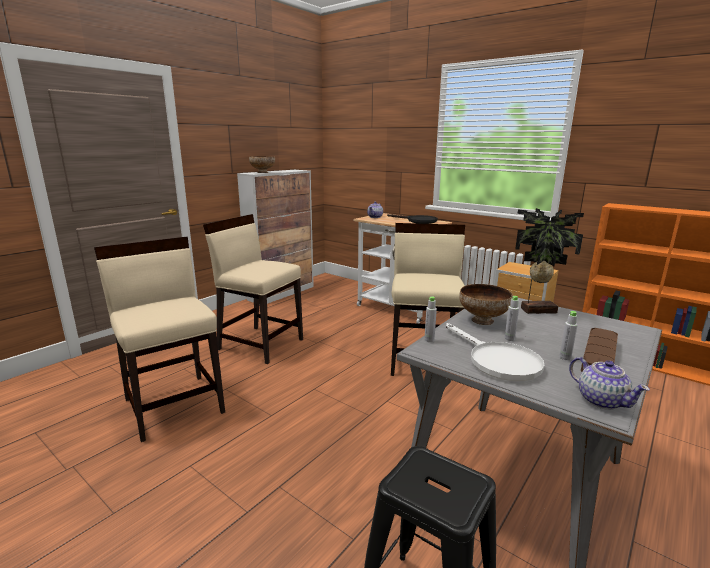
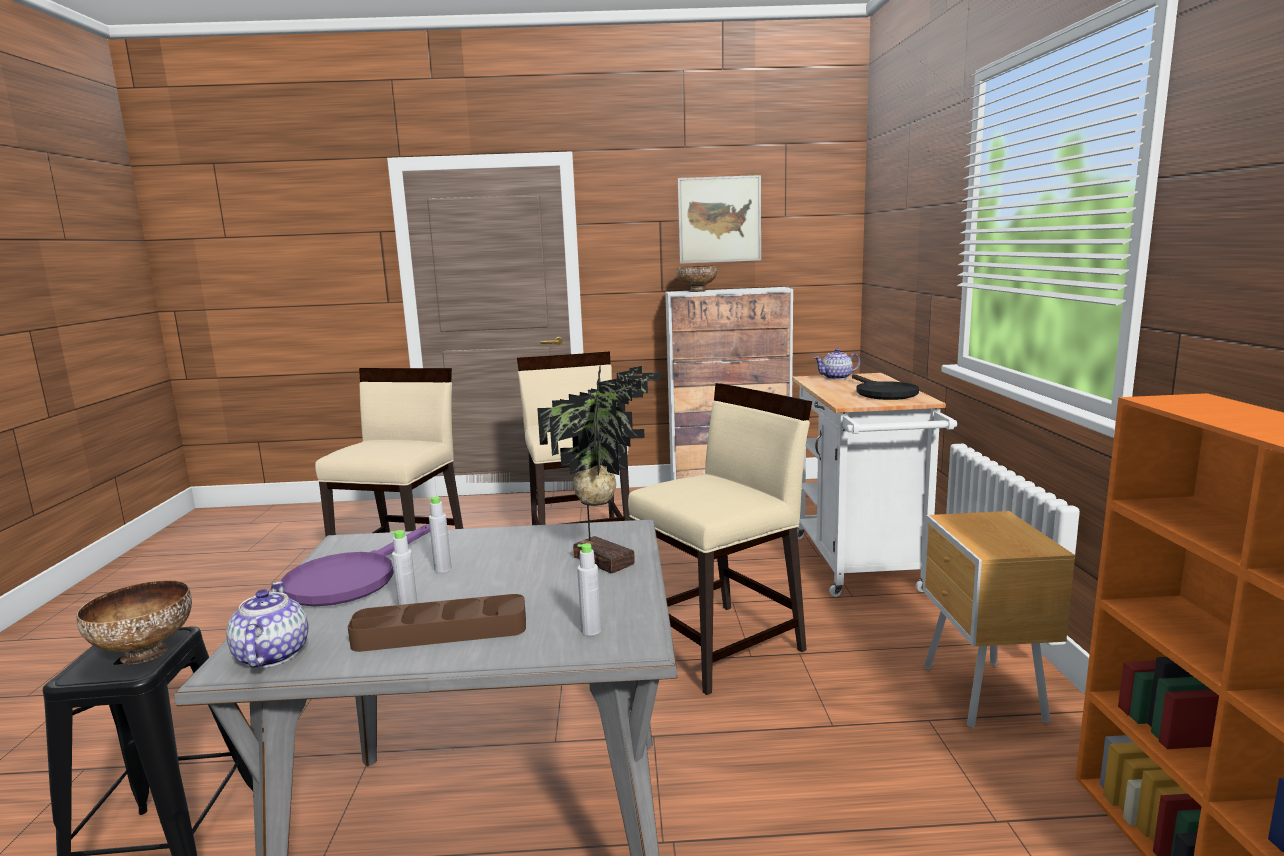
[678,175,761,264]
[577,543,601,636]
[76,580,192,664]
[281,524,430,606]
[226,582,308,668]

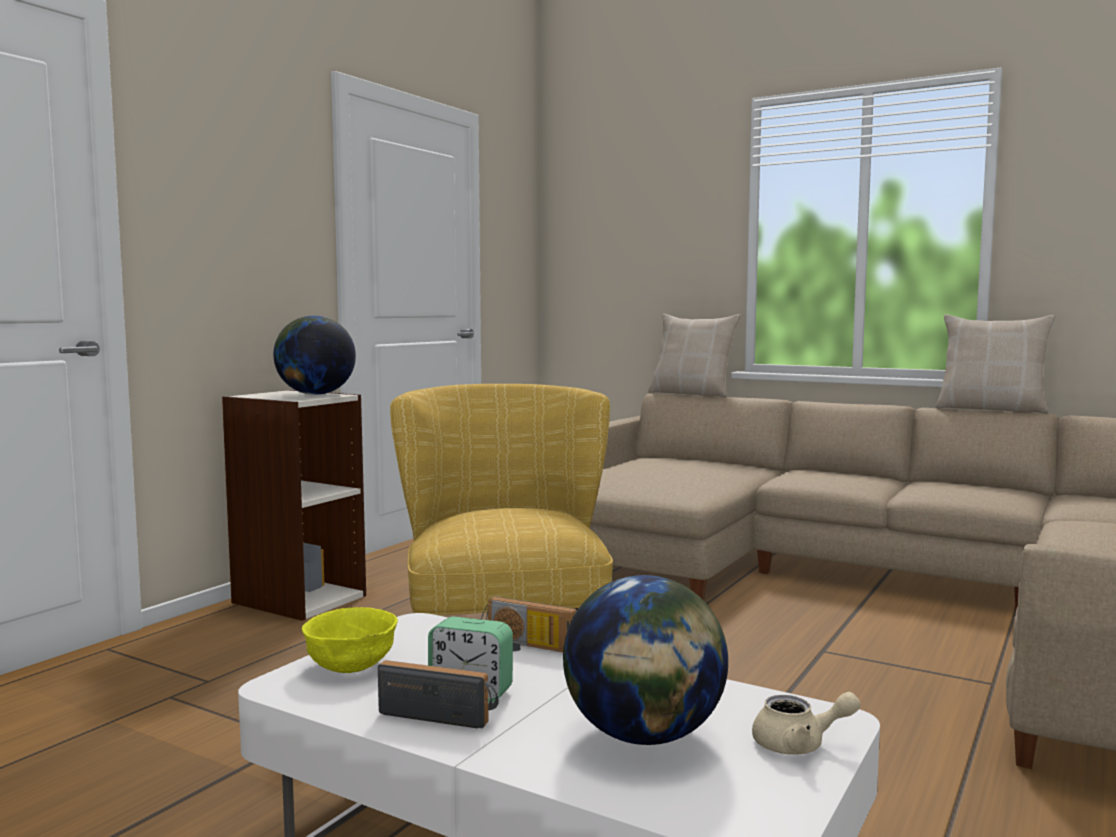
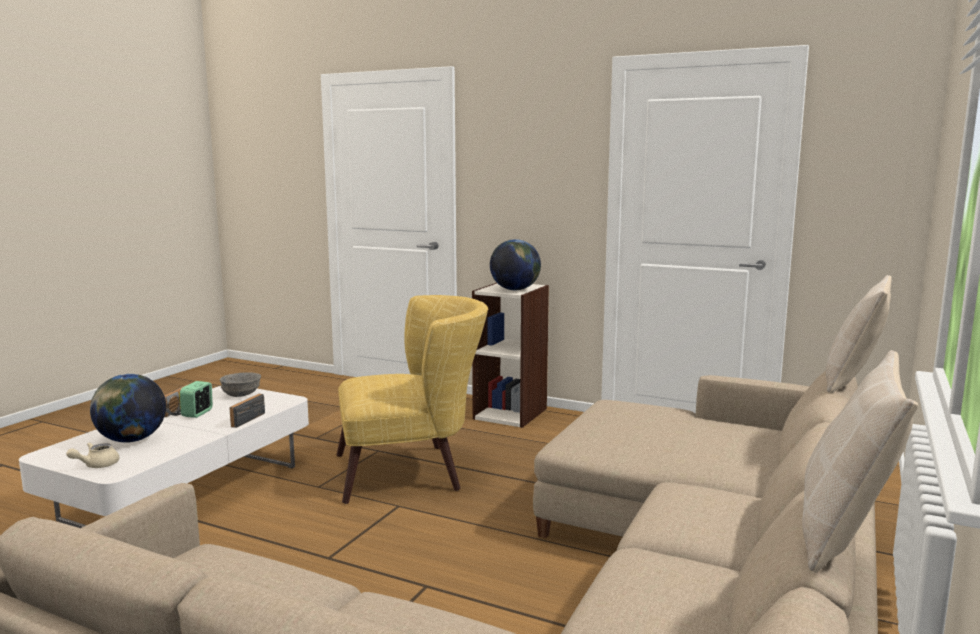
[220,372,261,397]
[66,442,119,468]

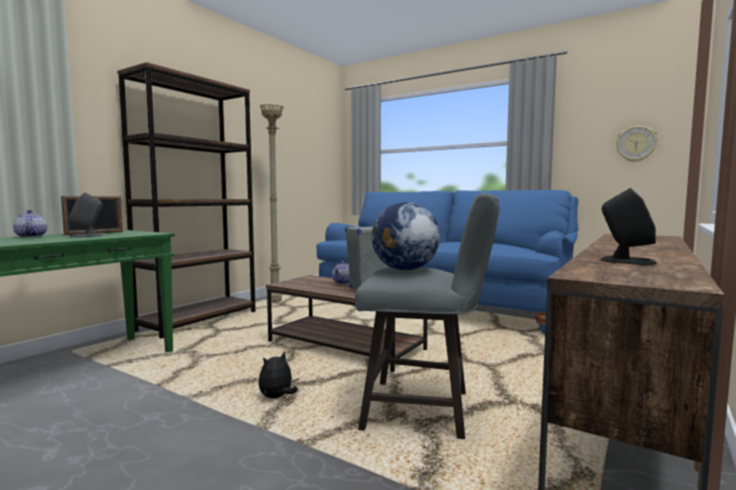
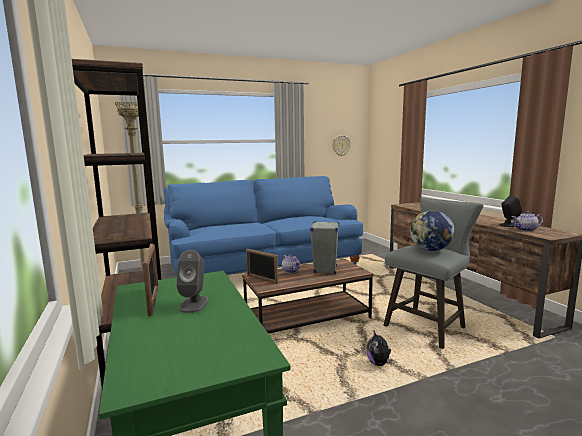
[246,249,278,284]
[511,211,544,231]

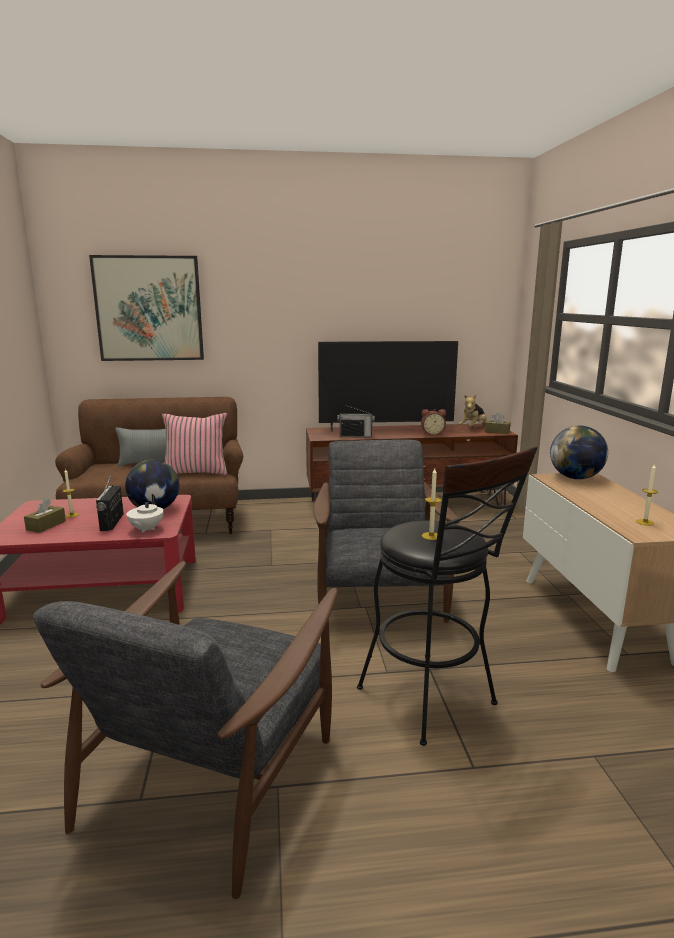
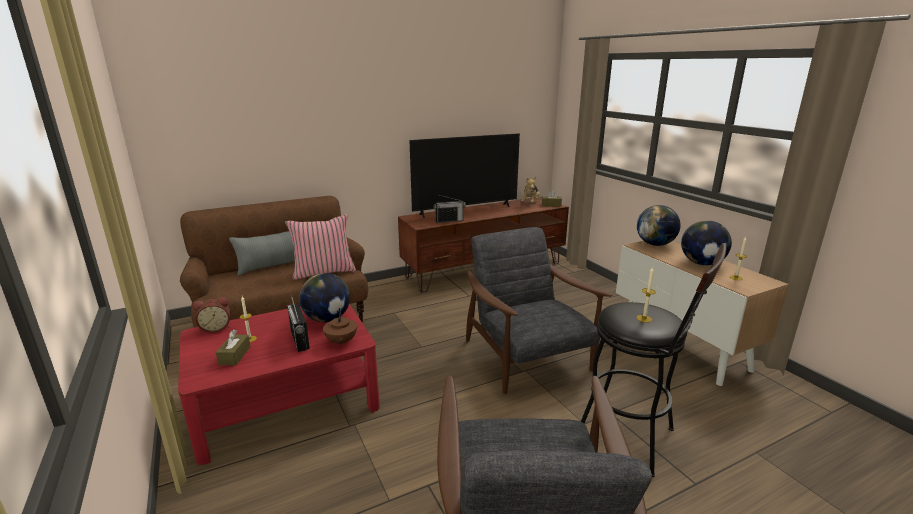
[89,255,204,361] (first image)
[681,220,732,265]
[193,297,230,333]
[323,308,357,347]

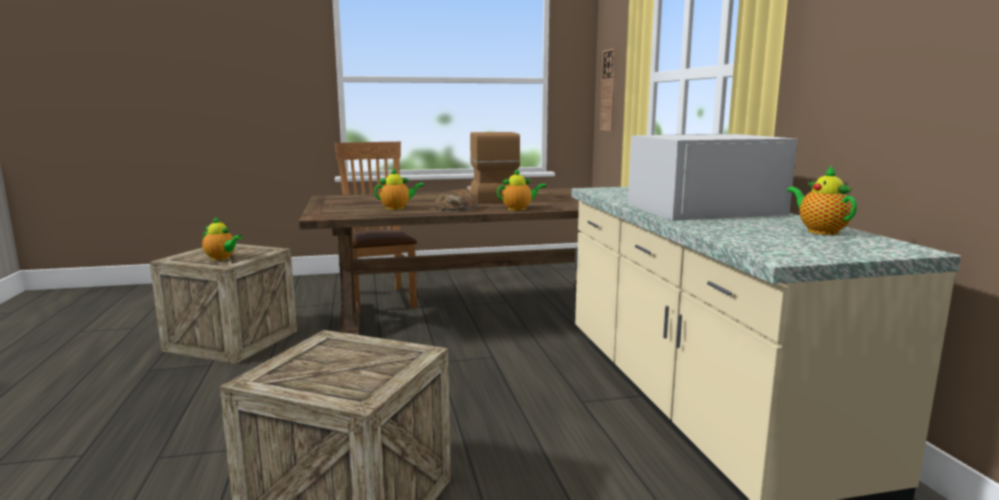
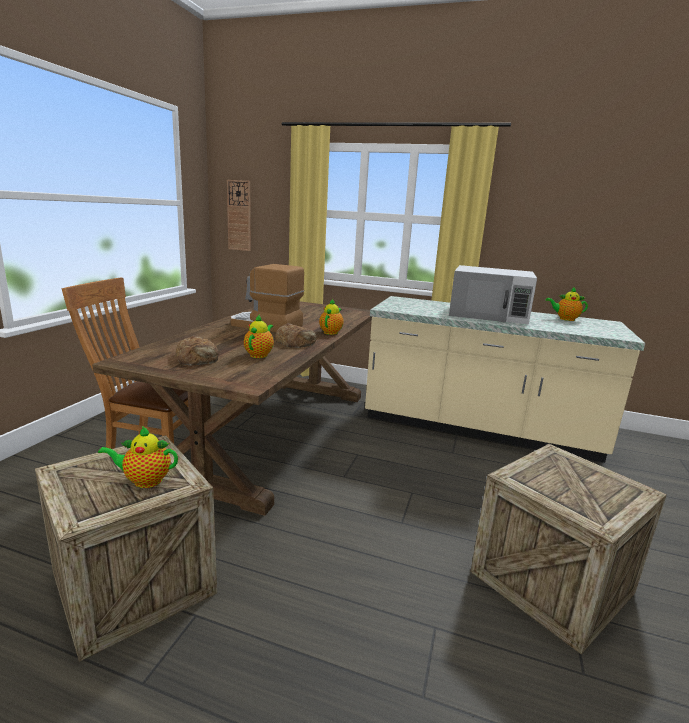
[176,335,219,366]
[98,426,178,488]
[449,265,537,324]

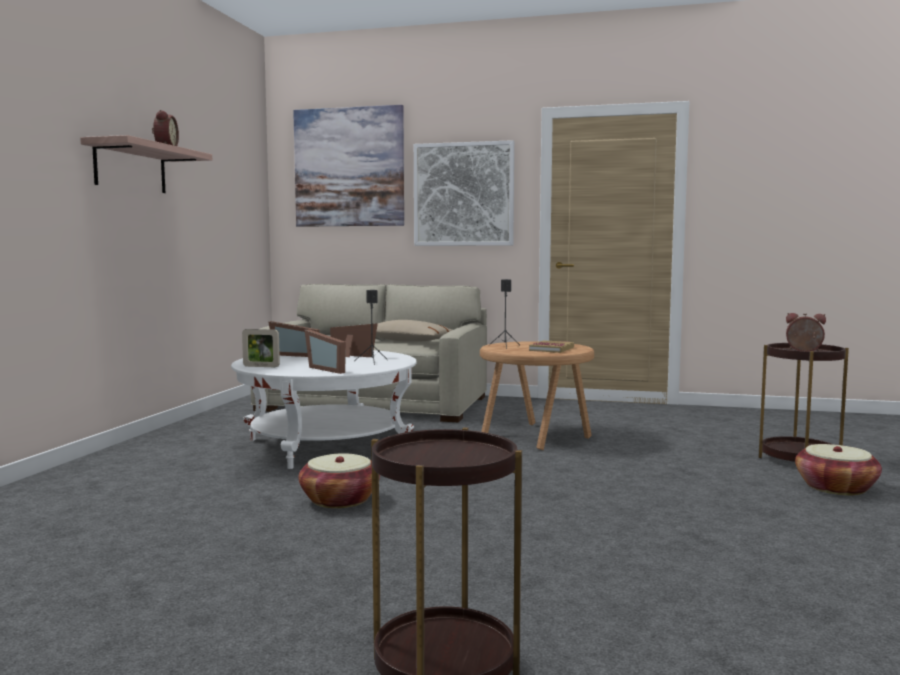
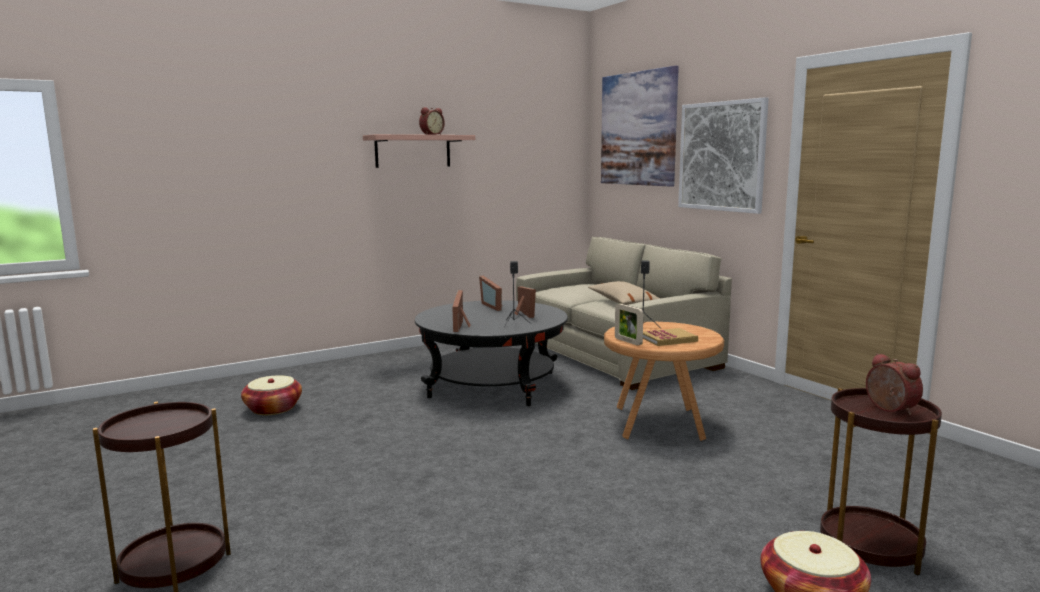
[615,304,643,345]
[241,375,302,415]
[415,300,568,406]

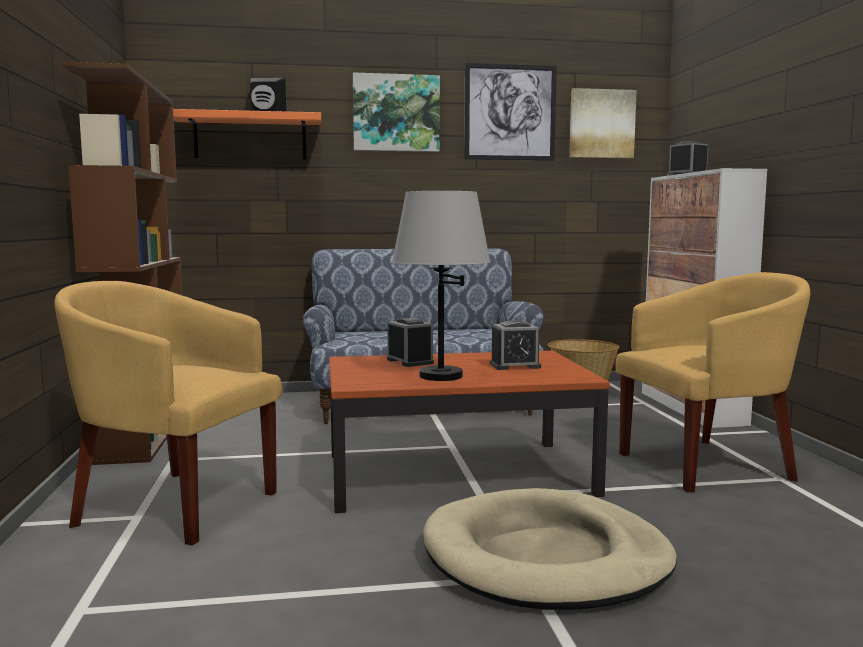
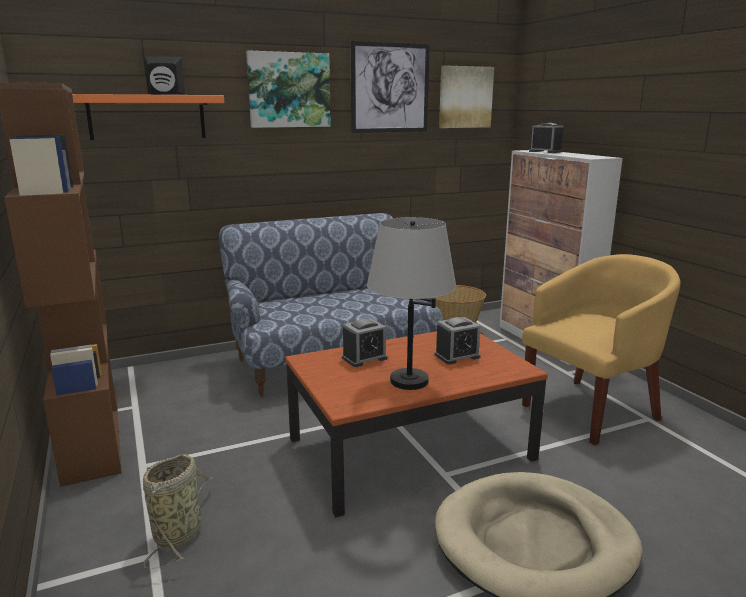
[143,454,214,569]
[342,318,388,367]

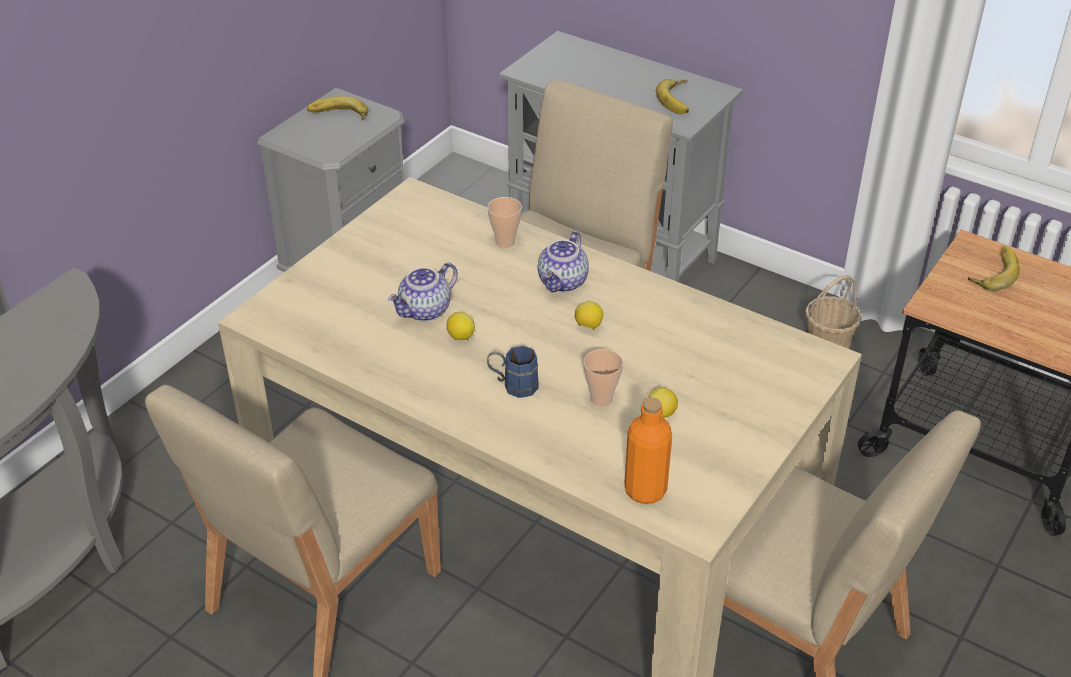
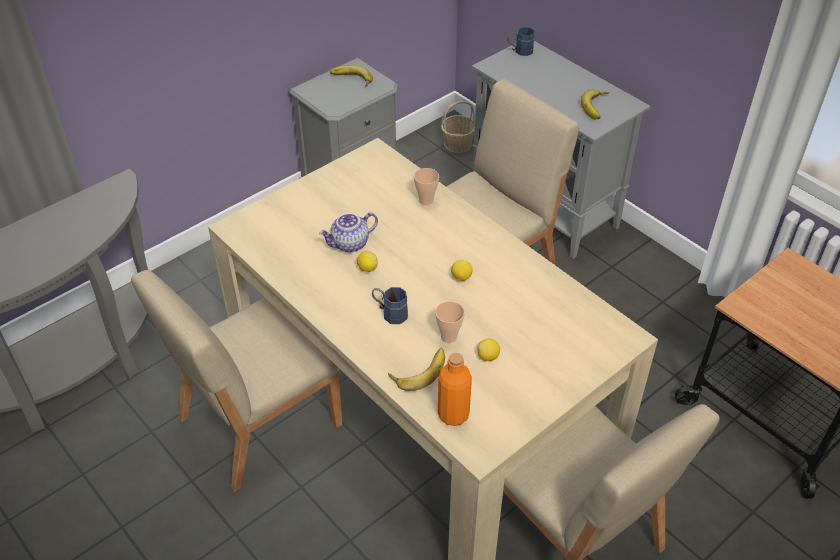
[538,231,589,292] (first image)
[508,27,534,56]
[441,101,475,153]
[388,348,445,391]

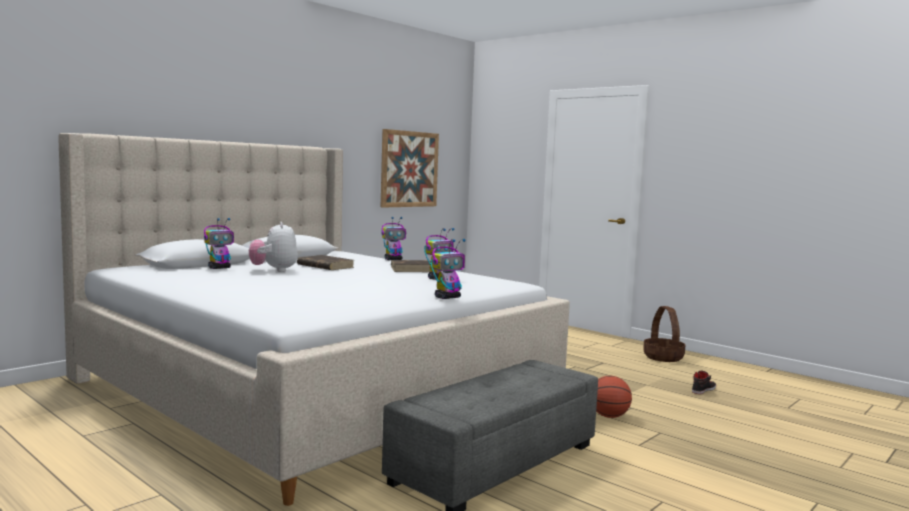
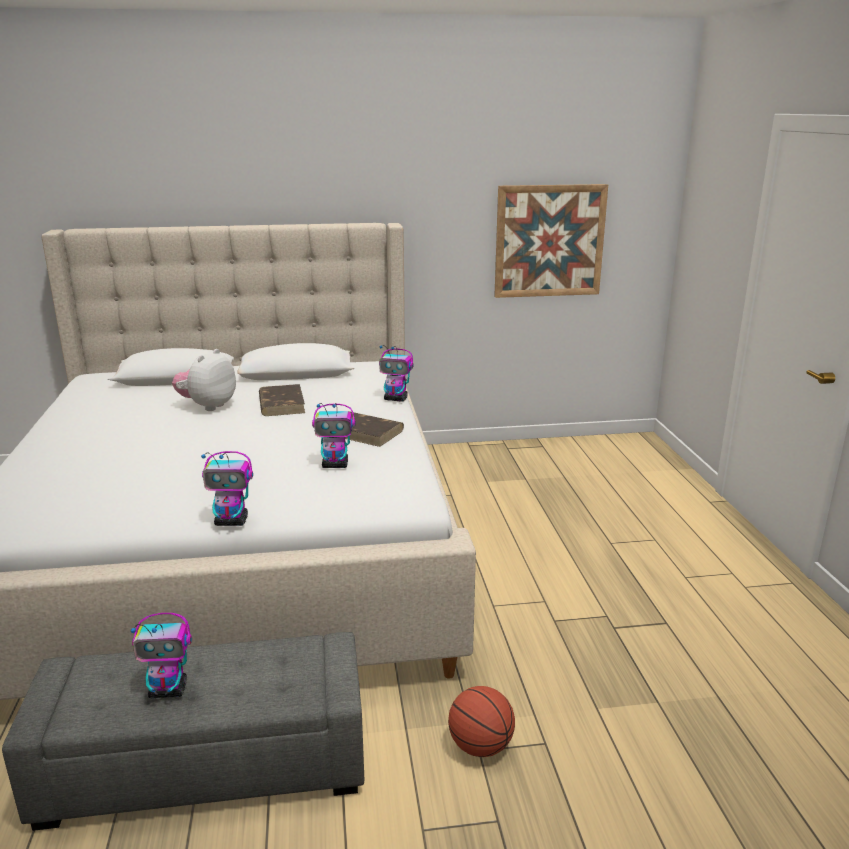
[643,306,685,362] (first image)
[692,370,716,394] (first image)
[131,613,192,698]

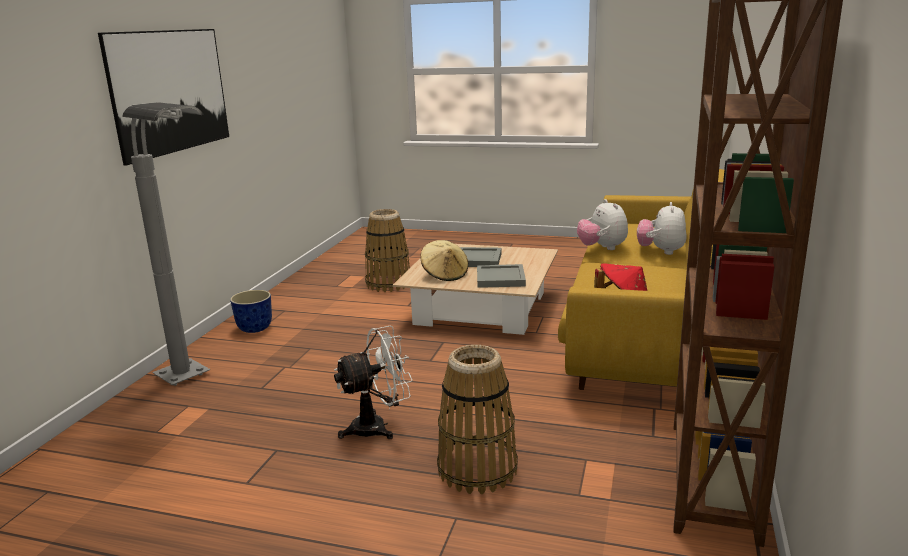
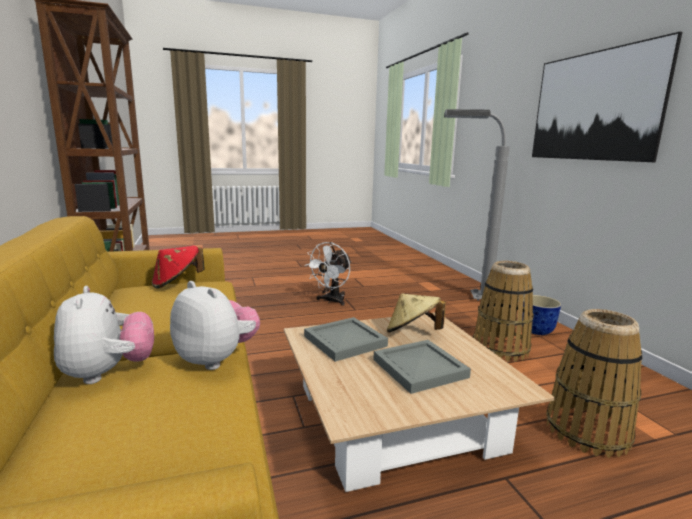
[473,261,534,361]

